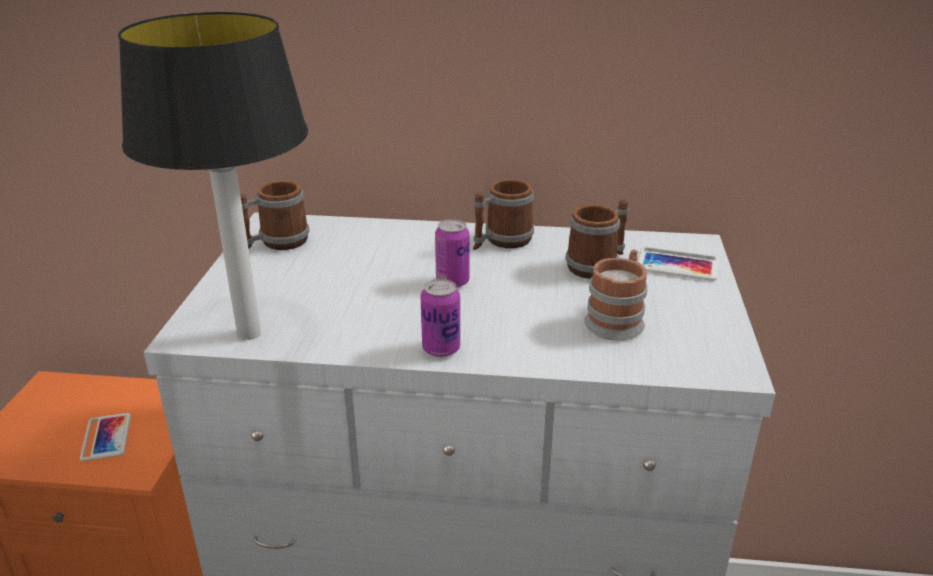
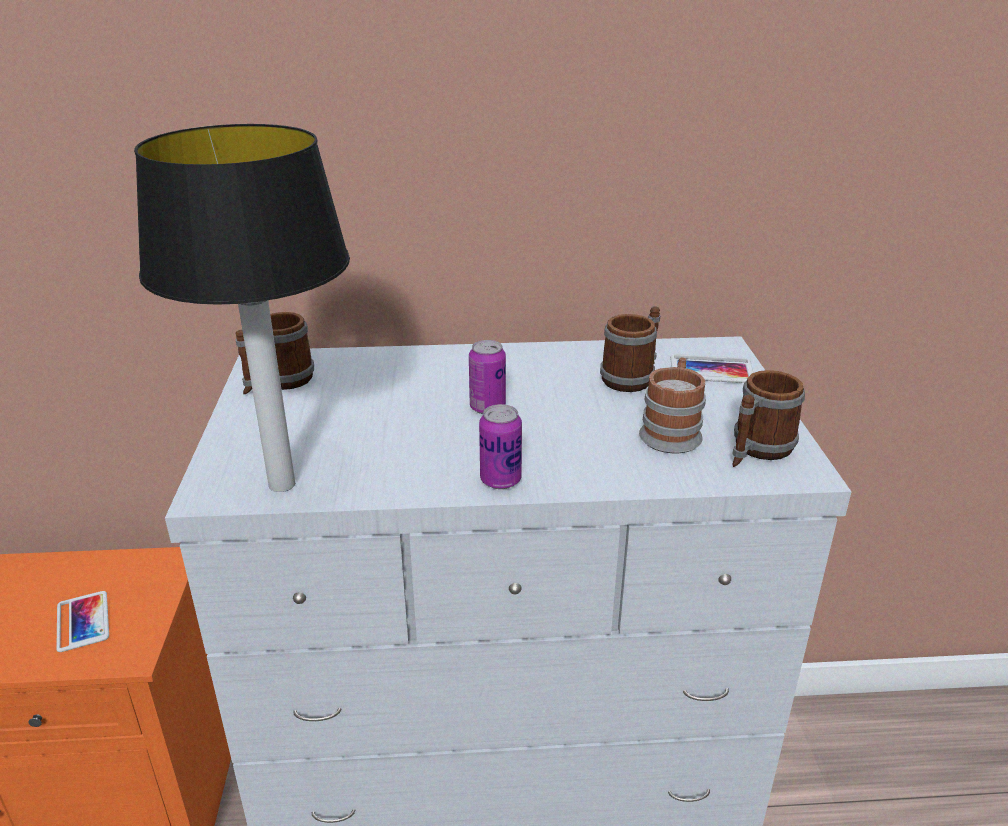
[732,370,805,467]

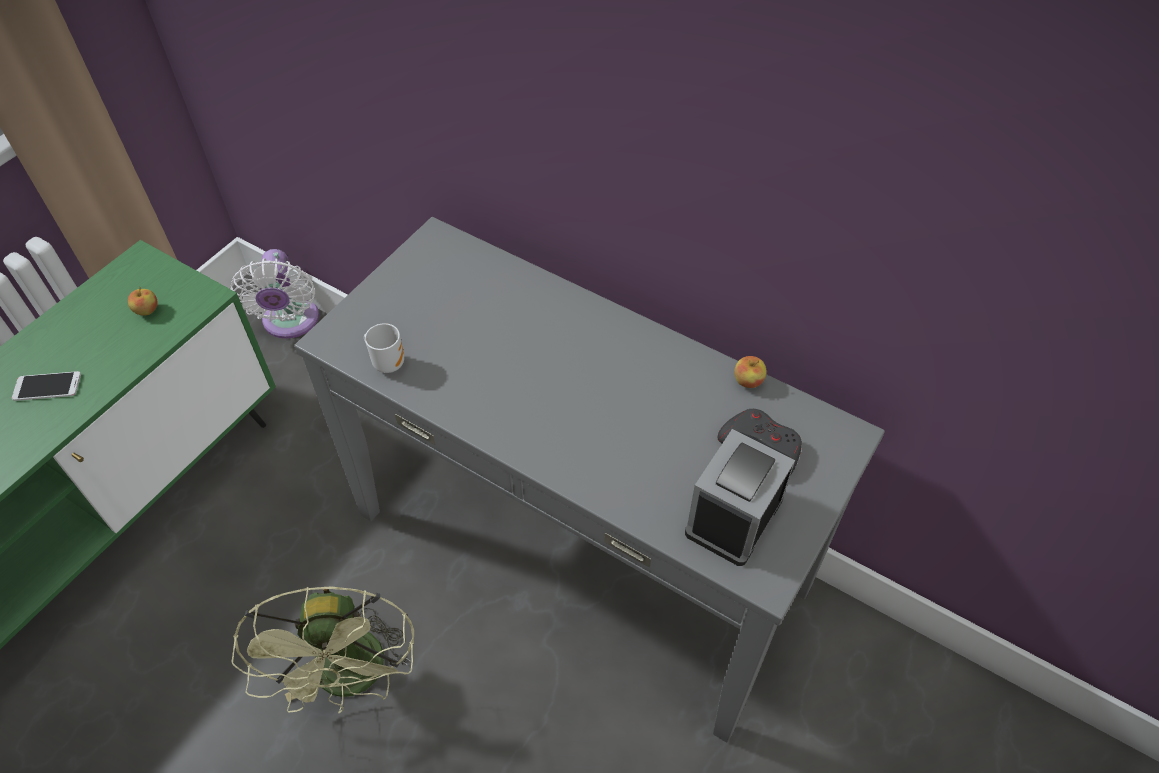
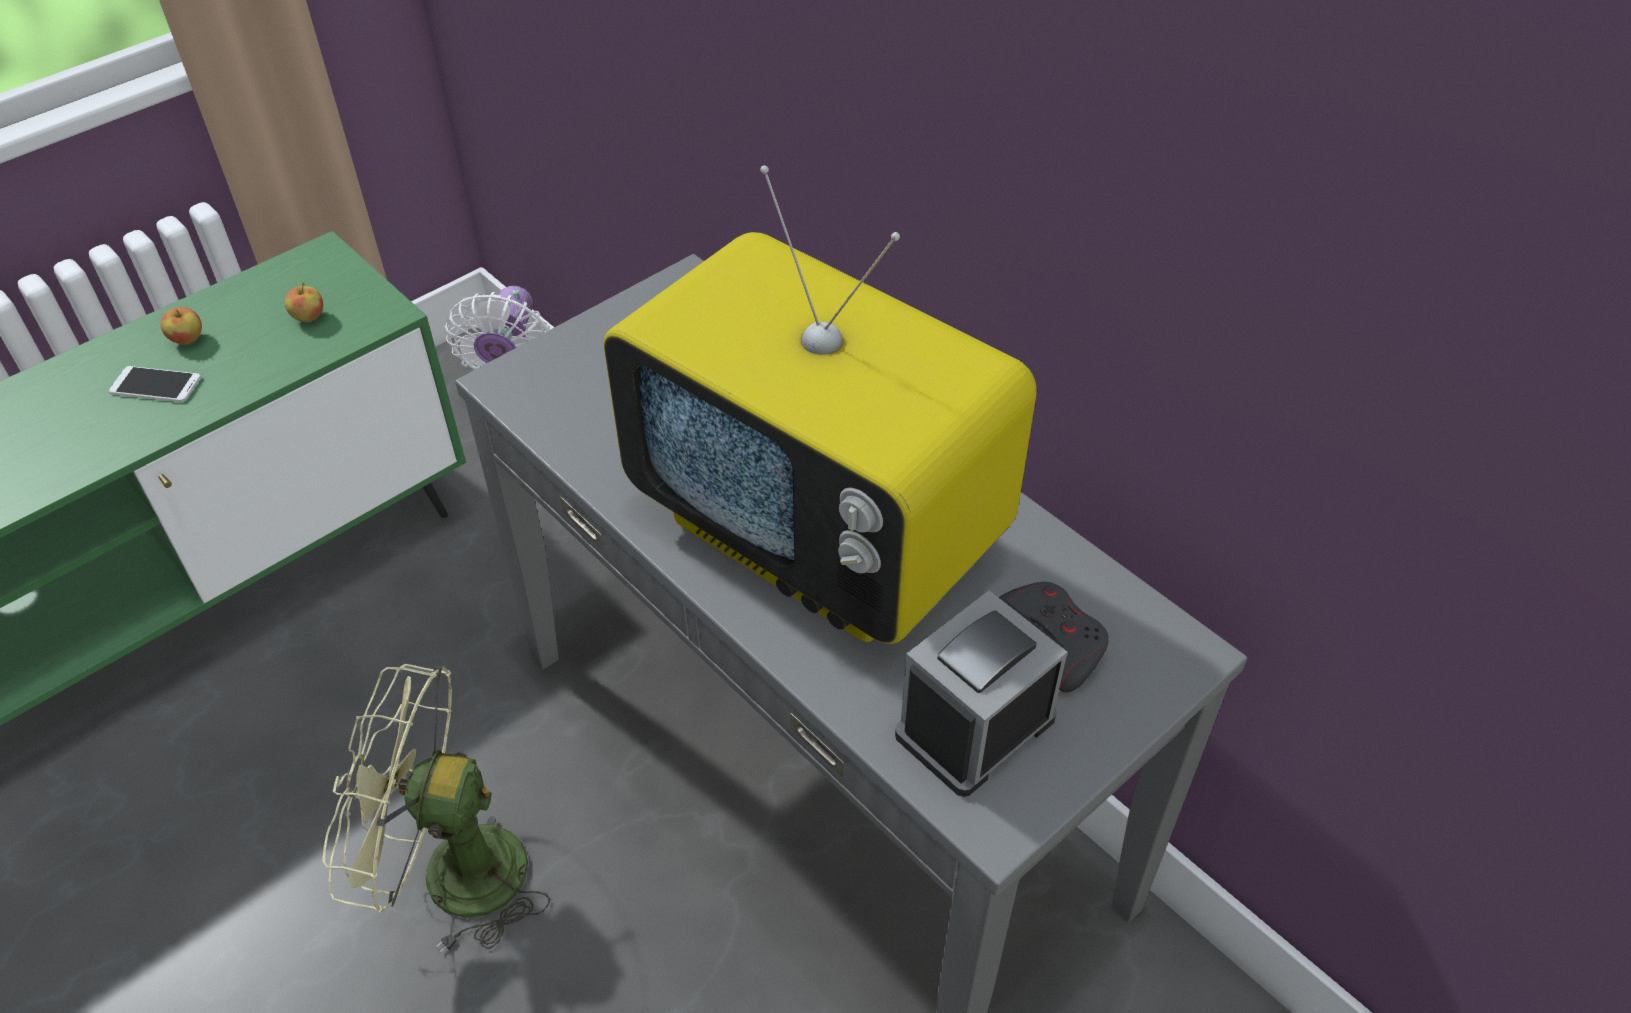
[364,323,404,373] (first image)
[604,165,1037,644]
[160,307,202,345]
[322,664,550,954]

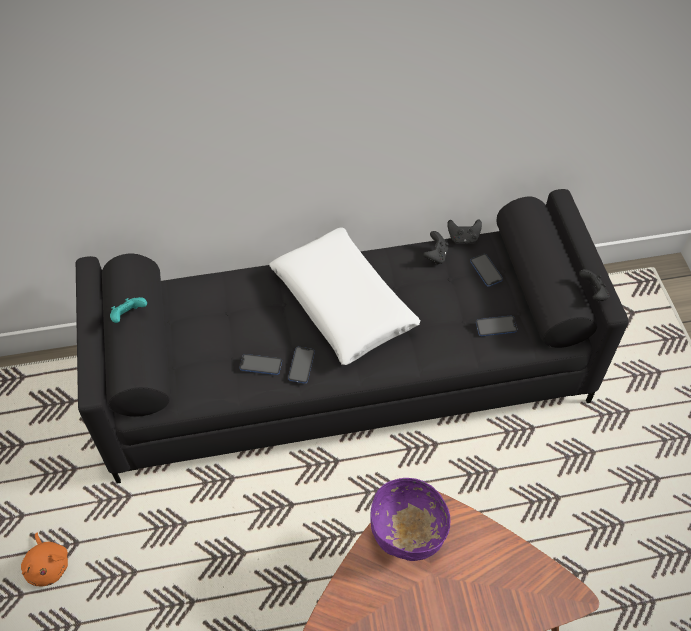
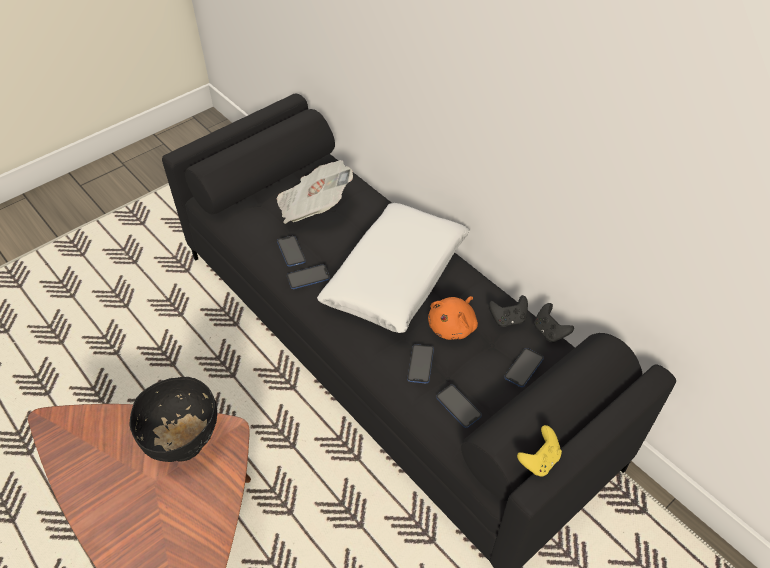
[110,297,147,323] (first image)
[277,160,353,224]
[407,344,434,383]
[428,296,478,340]
[130,377,217,462]
[517,425,562,477]

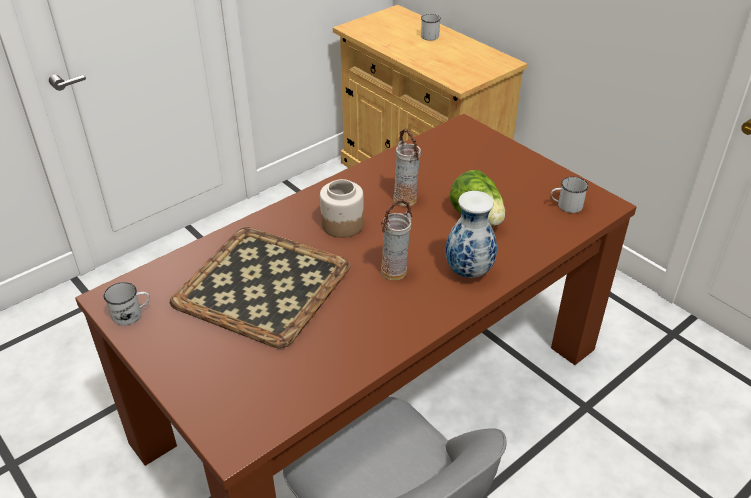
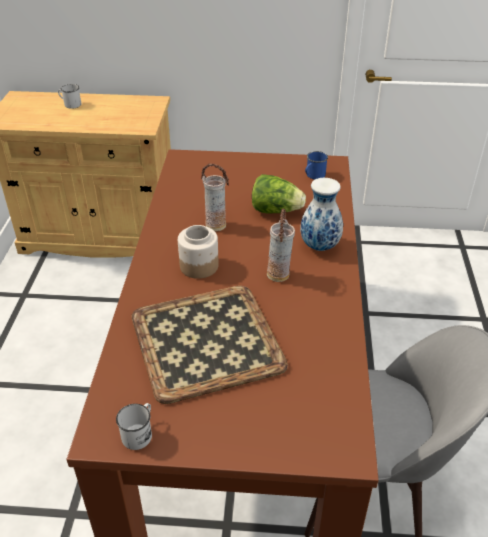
[305,151,328,179]

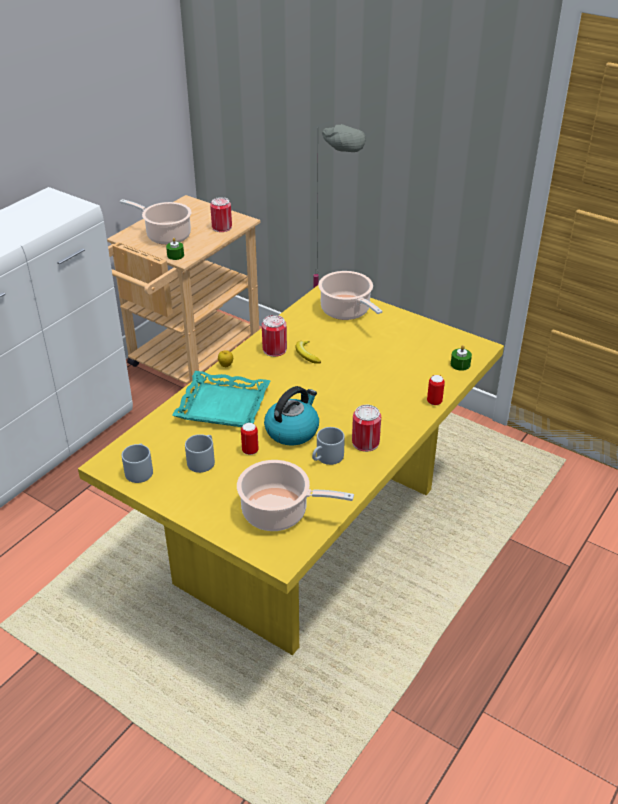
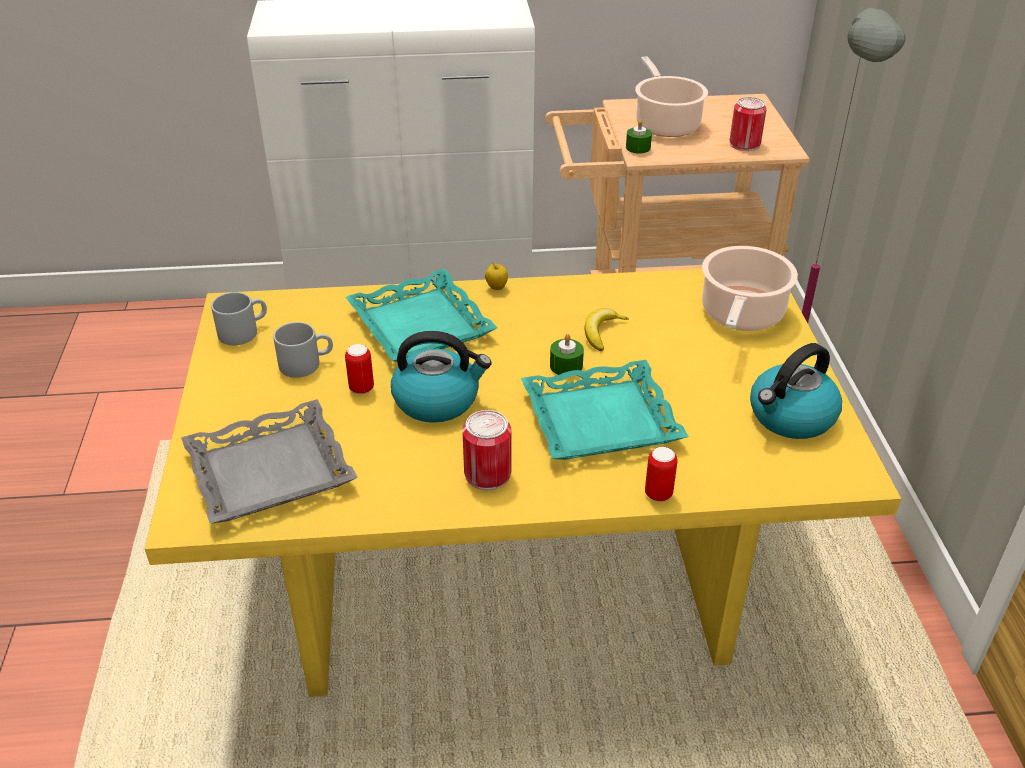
[262,315,287,357] (first image)
[312,427,345,465] (first image)
[521,360,689,460]
[750,343,842,439]
[550,334,584,375]
[181,399,358,524]

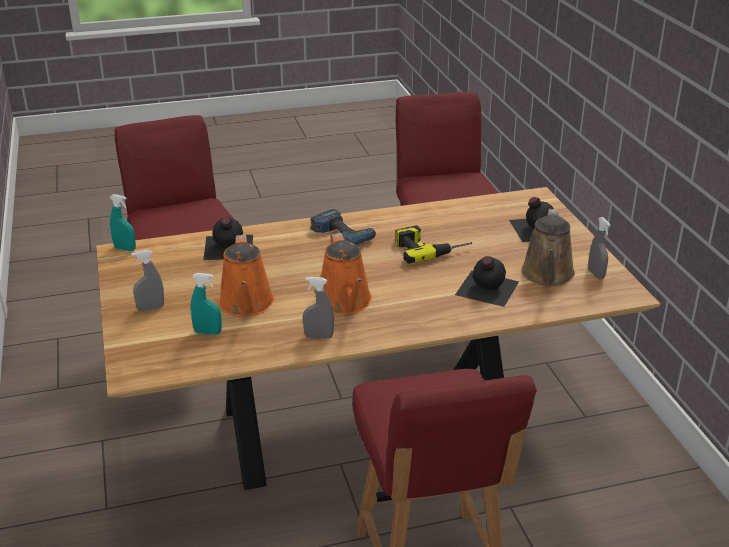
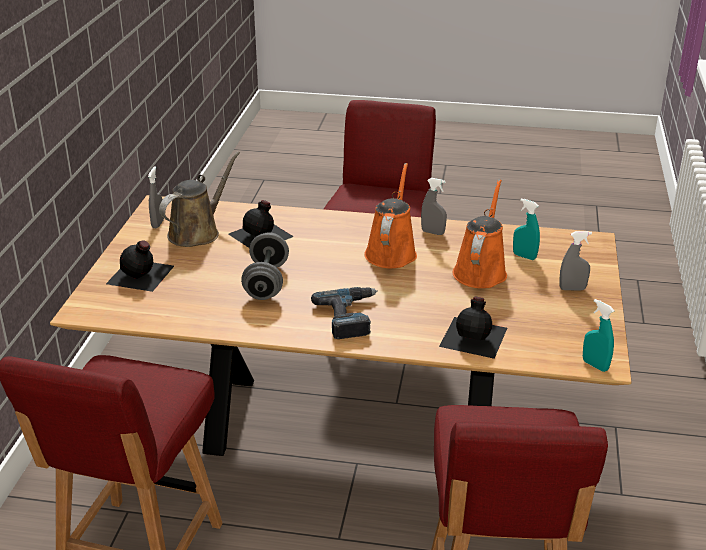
[241,232,289,300]

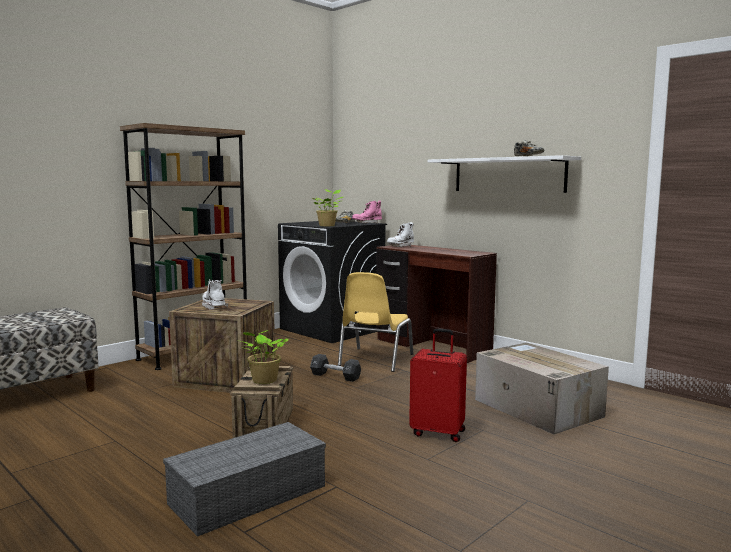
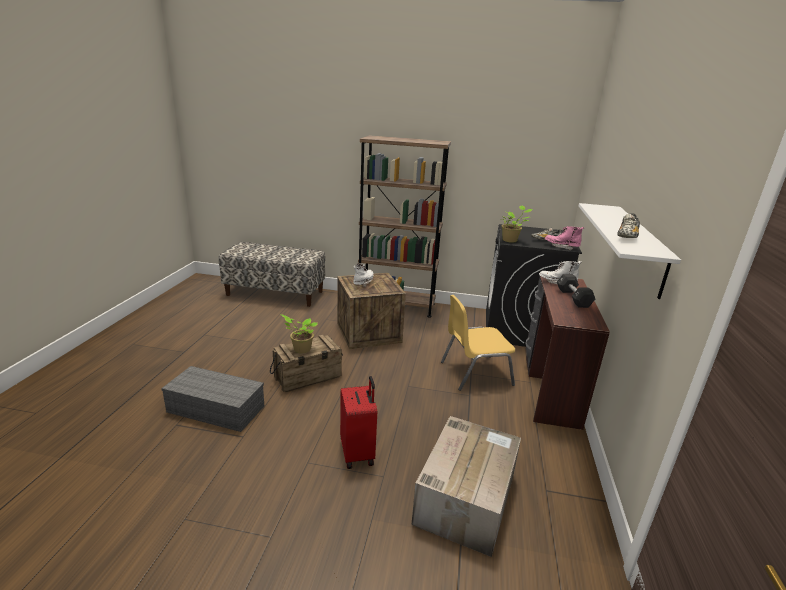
[557,274,595,308]

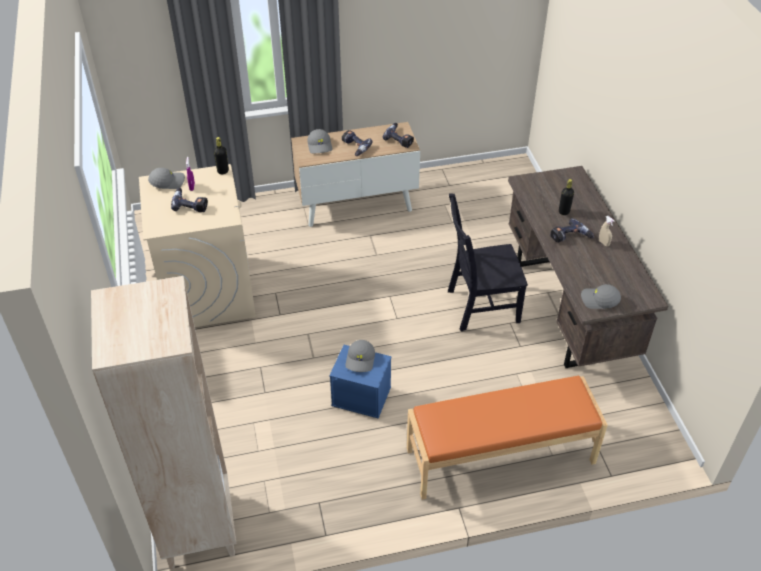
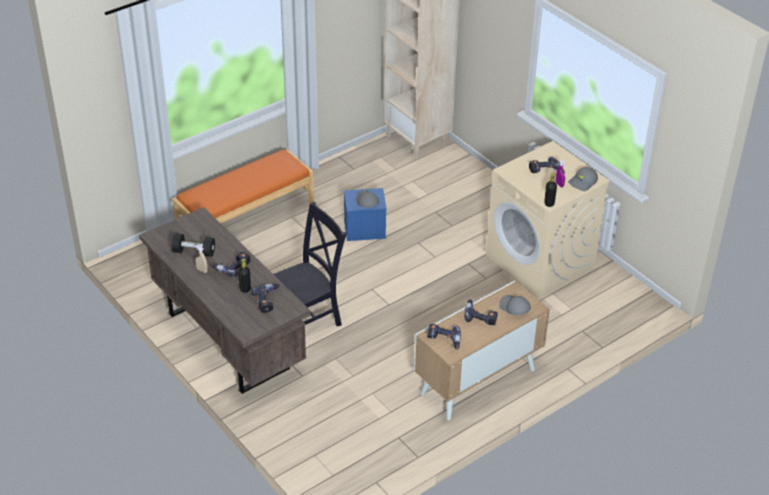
[581,284,621,309] (first image)
[172,233,215,257]
[251,283,280,313]

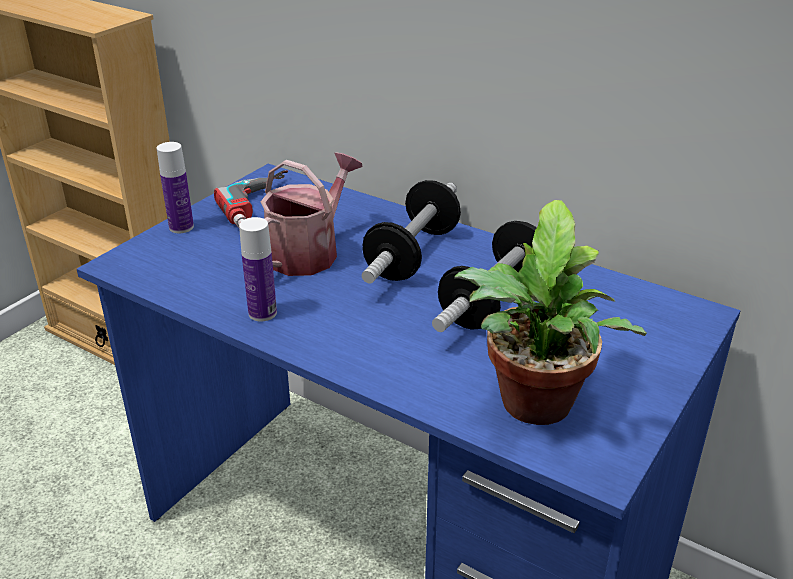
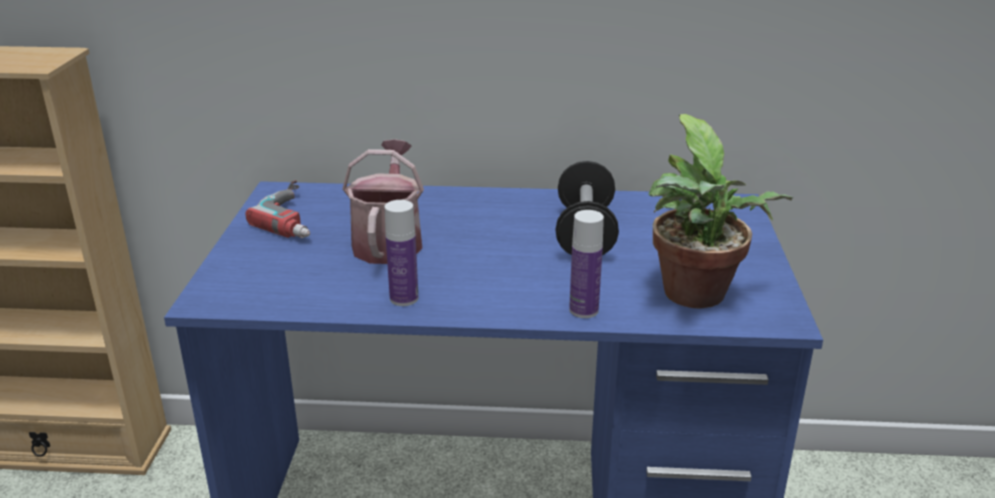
[362,180,461,283] (first image)
[569,210,604,318]

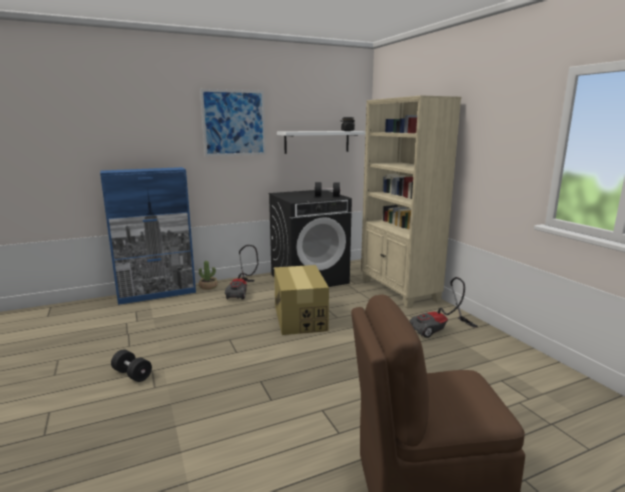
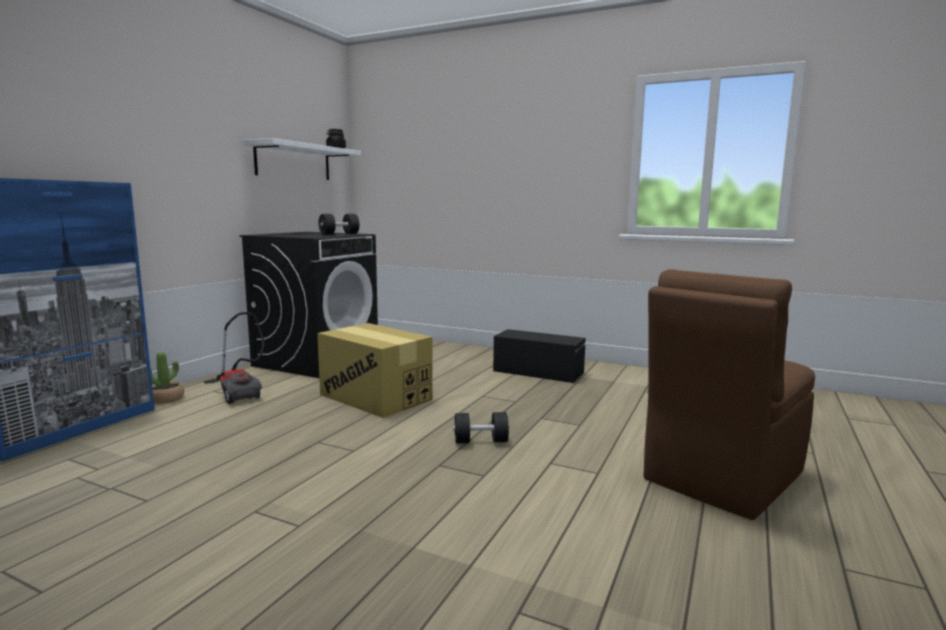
[200,89,266,157] (first image)
[361,95,461,308] (first image)
[453,412,509,444]
[493,329,586,383]

